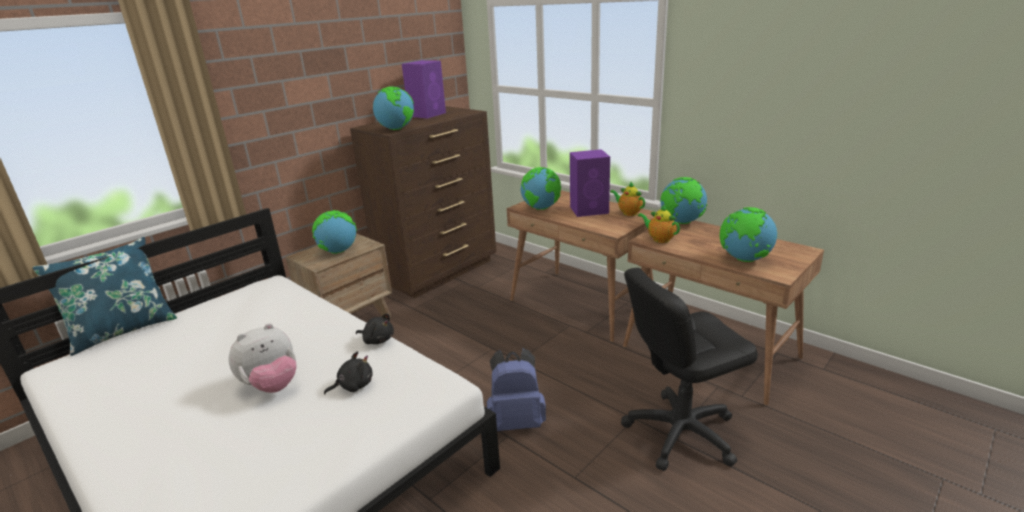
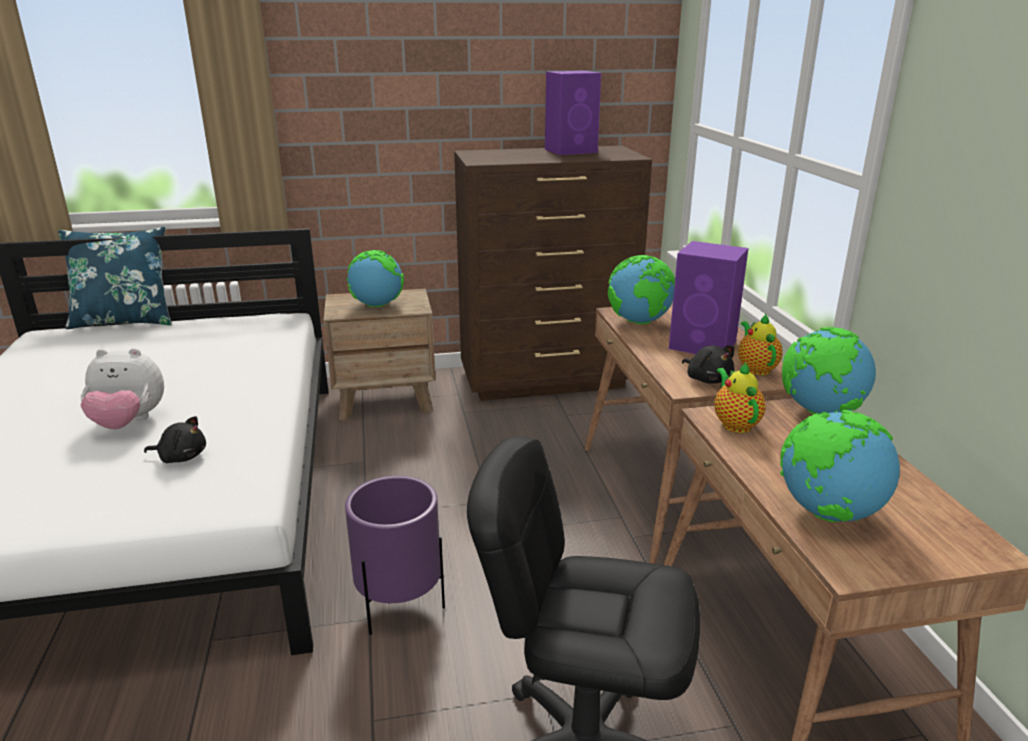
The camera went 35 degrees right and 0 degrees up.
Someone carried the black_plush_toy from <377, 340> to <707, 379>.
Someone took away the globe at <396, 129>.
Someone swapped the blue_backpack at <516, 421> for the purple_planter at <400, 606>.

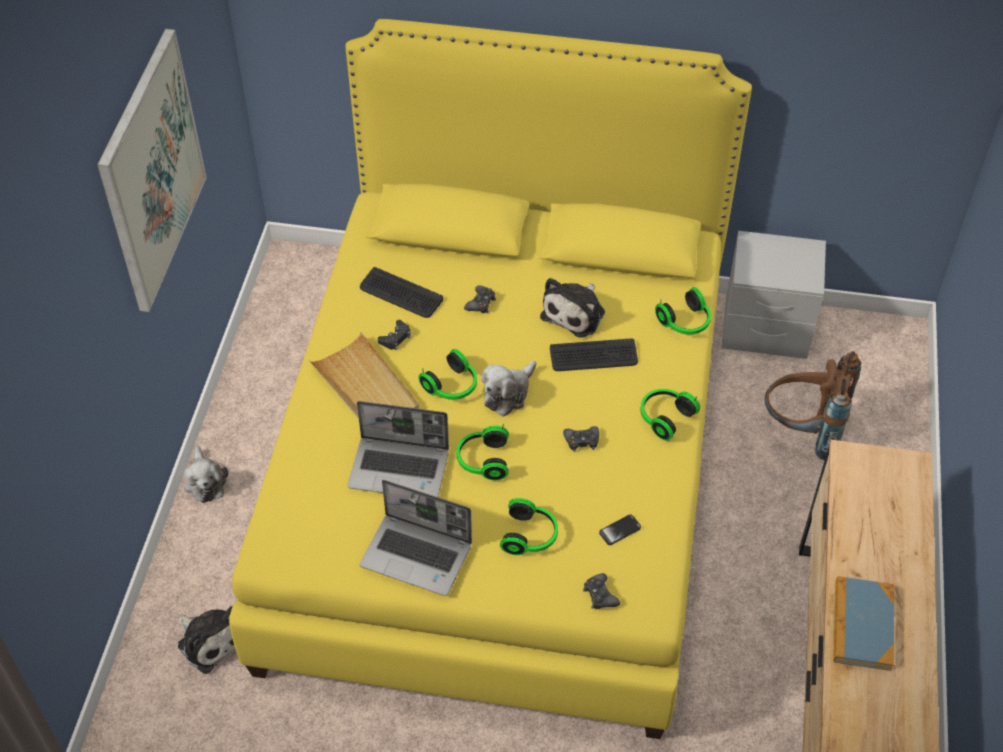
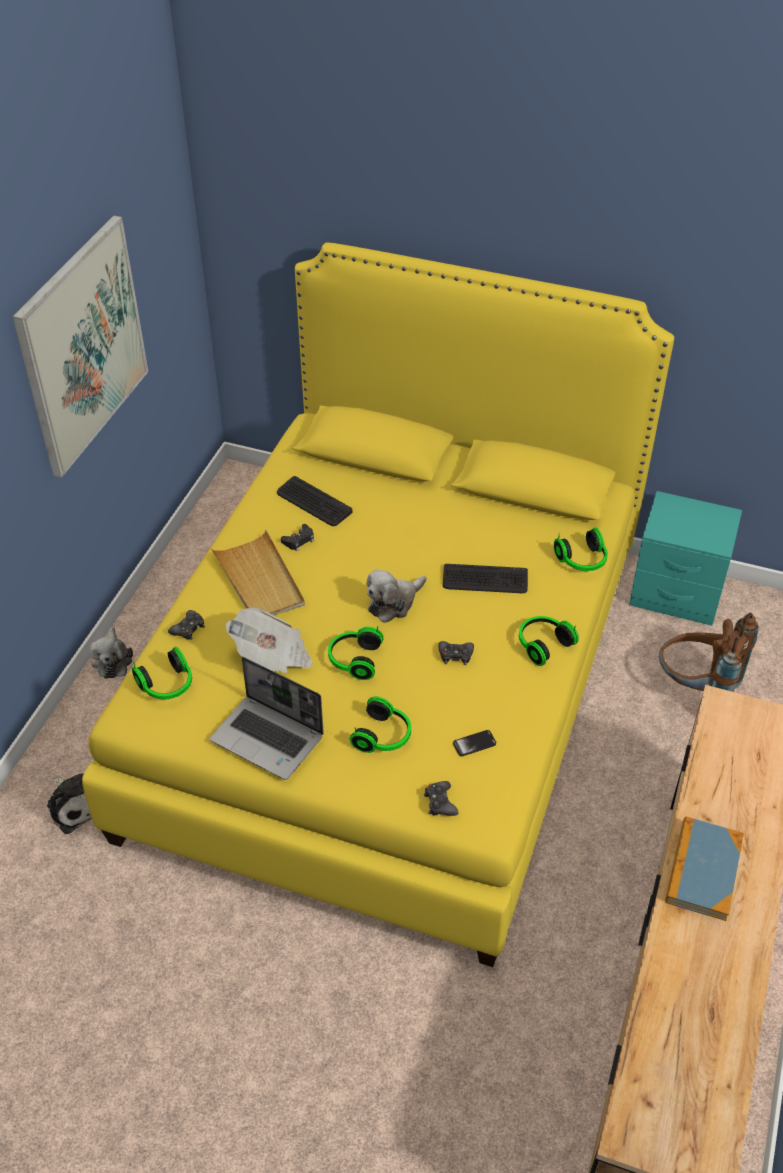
The camera went 10 degrees right and 5 degrees down.
Someone swapped the laptop at <400, 469> for the newspaper at <272, 656>.
Someone carried the headphones from <452, 386> to <168, 686>.
Someone carried the black_game_controller from <481, 303> to <188, 628>.
Someone took away the plush_toy at <575, 313>.
Someone repainted the grey_nightstand at <765, 329>, which became the turquoise_nightstand at <676, 593>.

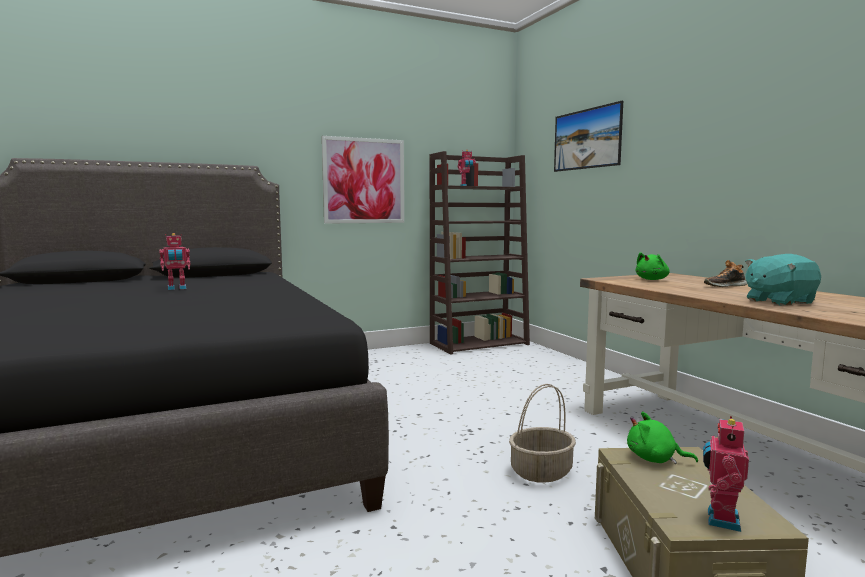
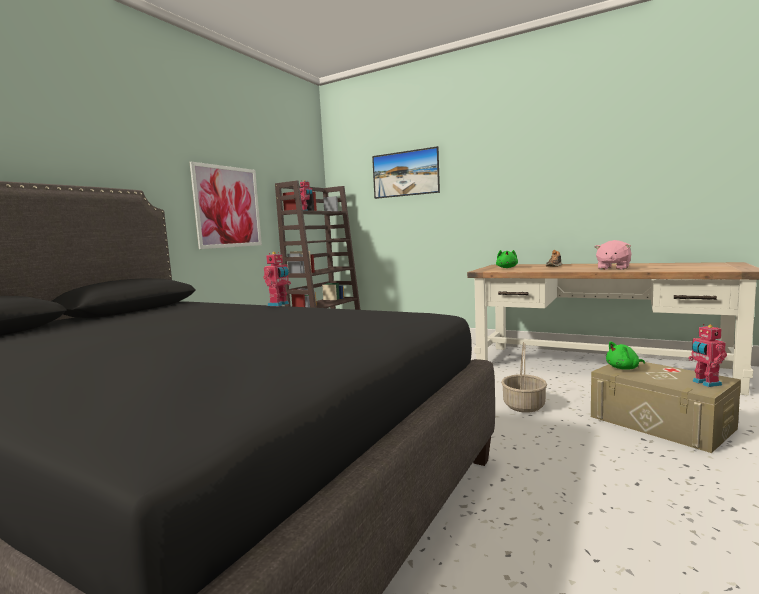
The camera went 35 degrees left and 0 degrees up.
Someone carried the toy_robot from <177, 288> to <279, 304>.
Someone repainted the turquoise_plush_toy at <778, 301>, which became the pink_plush_toy at <612, 268>.

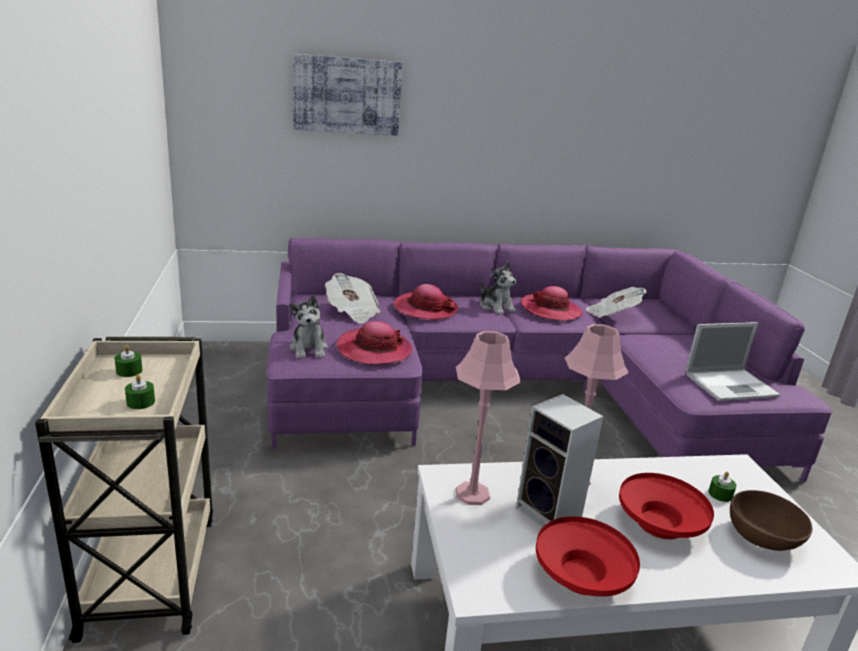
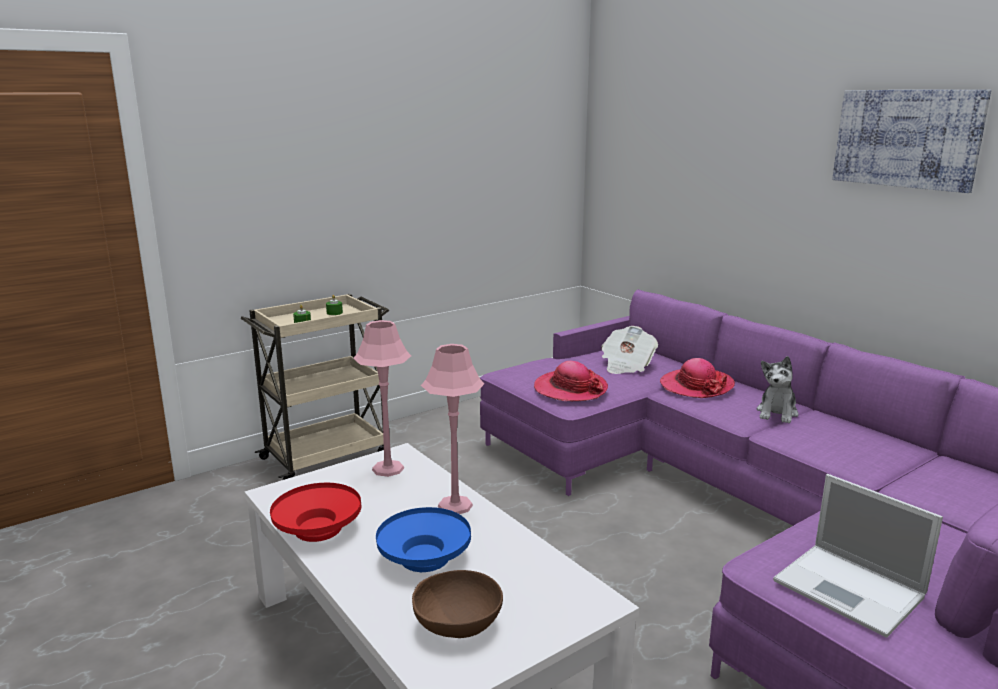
The camera went 65 degrees right and 5 degrees down.
Someone took away the plush_toy at <309, 349>.
Someone carried the picture from <347, 95> to <906, 138>.
Someone took away the speaker at <551, 514>.
Someone took away the hat at <550, 310>.
Someone took away the newspaper at <612, 315>.
Someone repainted the red_bowl at <660, 523>, which became the blue_bowl at <424, 558>.
Someone took away the green_candle at <720, 494>.

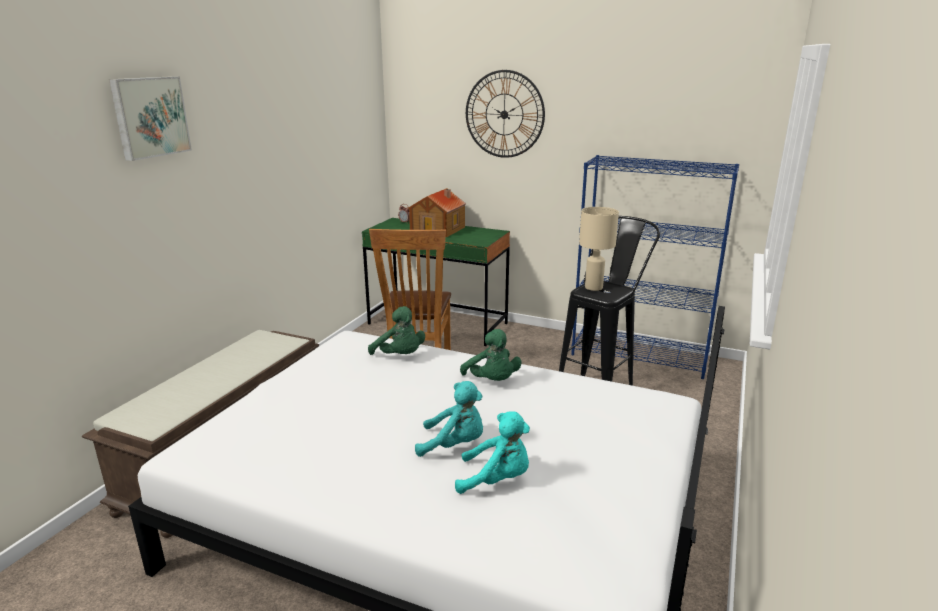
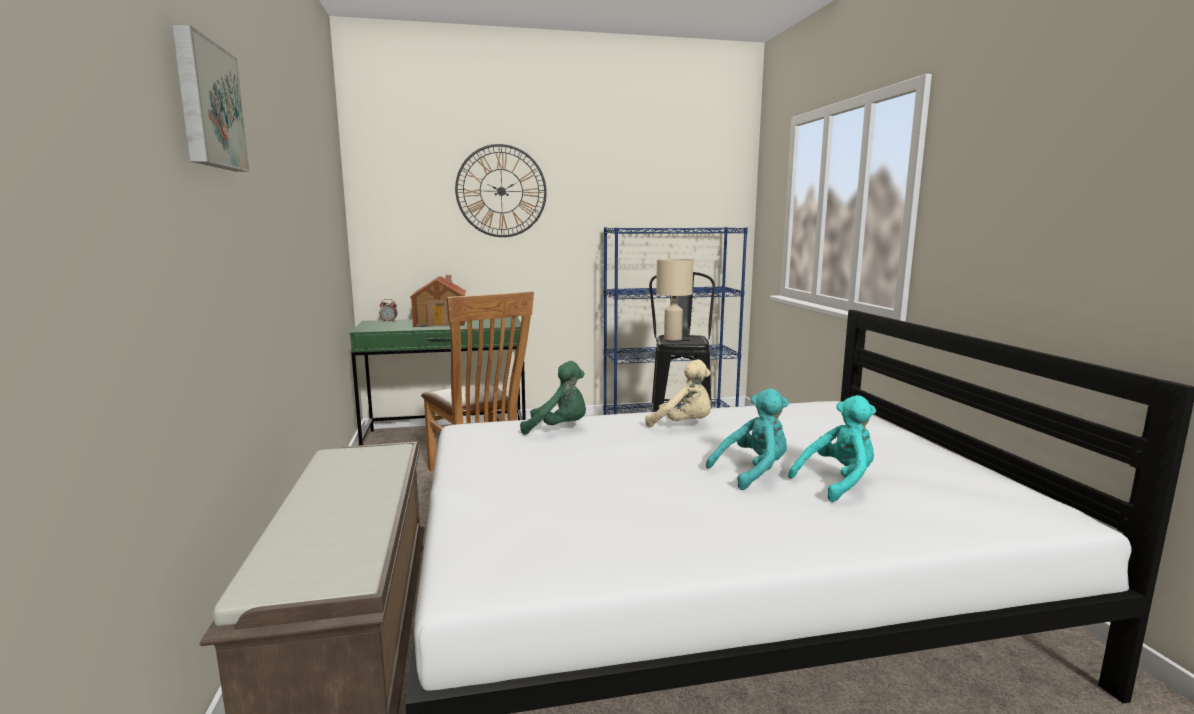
The camera went 35 degrees left and 10 degrees down.
Someone repainted the green_plush_toy at <492, 381>, which became the beige_plush_toy at <684, 425>.

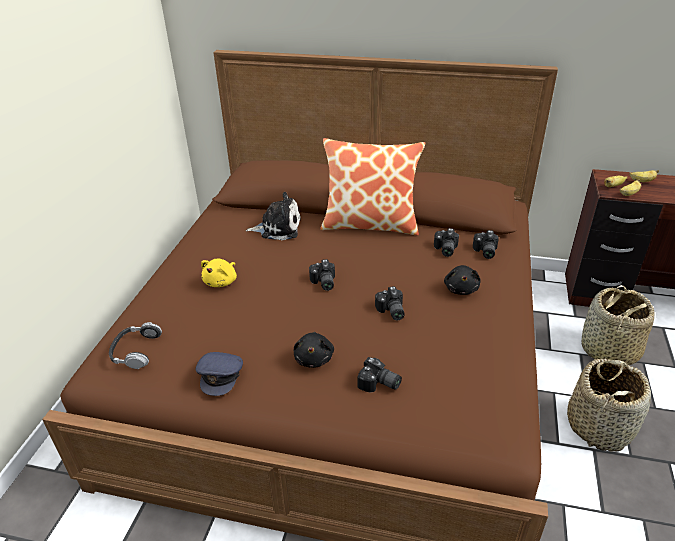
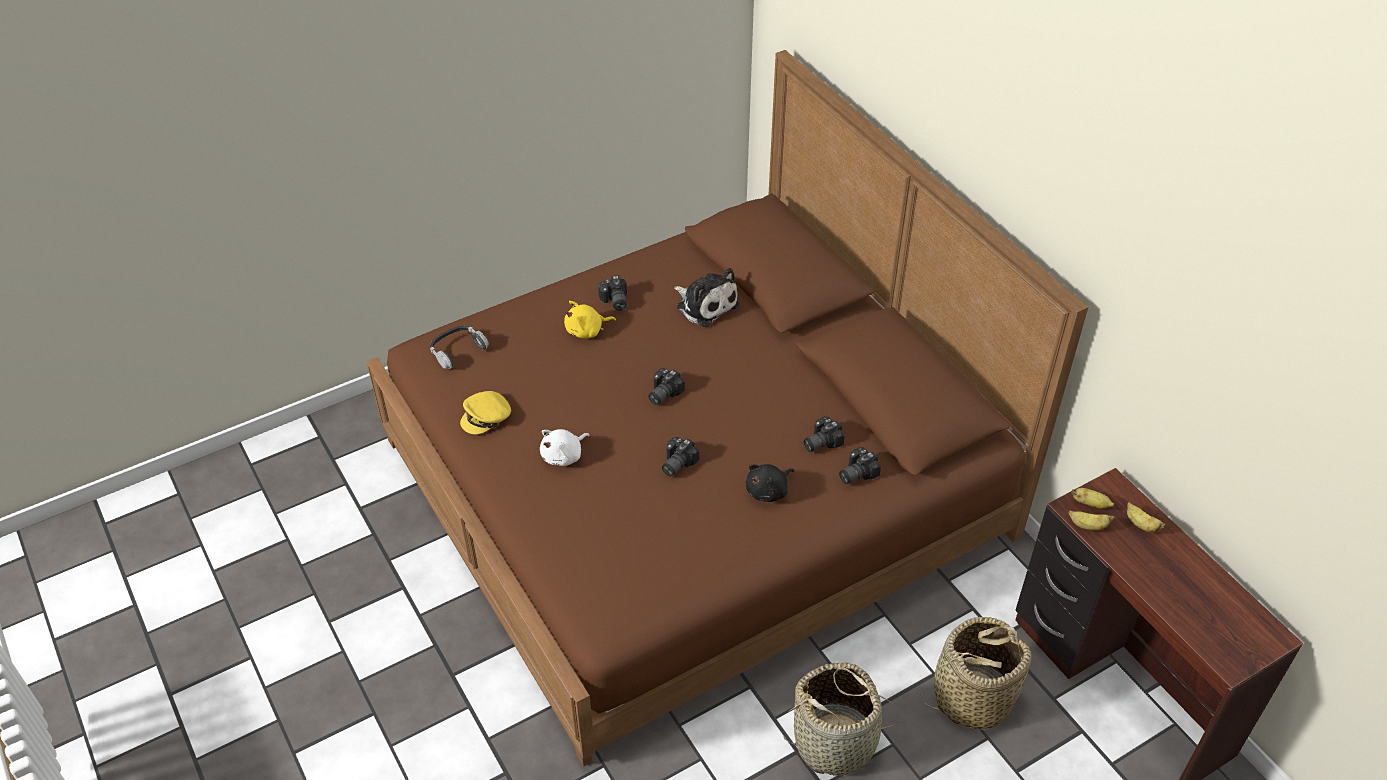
The camera went 45 degrees right and 10 degrees up.
Someone repainted the grey_cap at <221, 375>, which became the yellow_cap at <487, 417>.
Someone repainted the black_plush_toy at <314, 358>, which became the white_plush_toy at <564, 455>.
Someone took away the pillow at <370, 224>.
Someone carried the photo_camera from <379, 384> to <614, 301>.

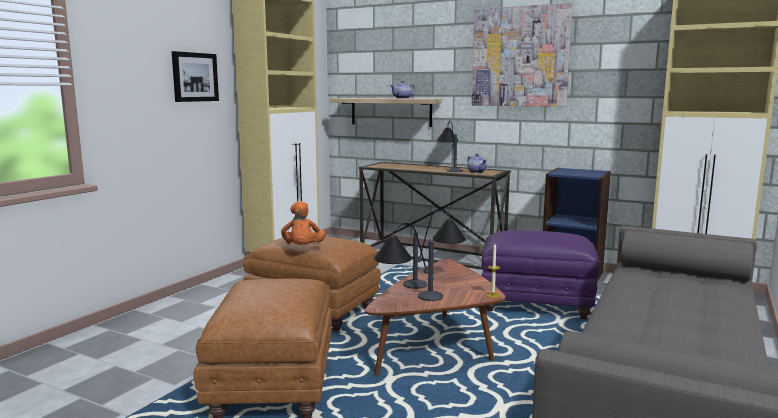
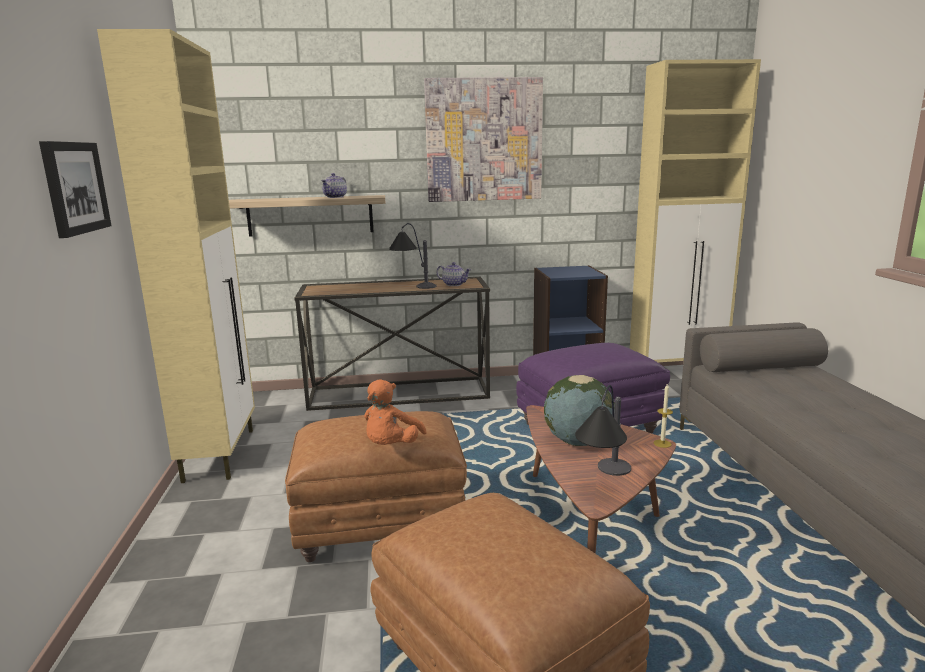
The camera went 35 degrees left and 5 degrees up.
Someone rotated the orange_plush_toy at <303, 249> by 60 degrees clockwise.
Someone swapped the table_lamp at <436, 281> for the globe at <577, 442>.

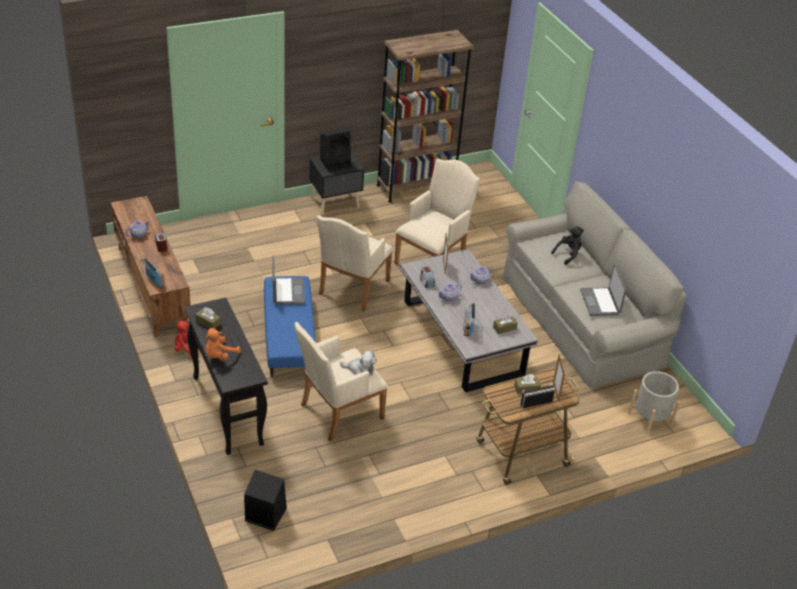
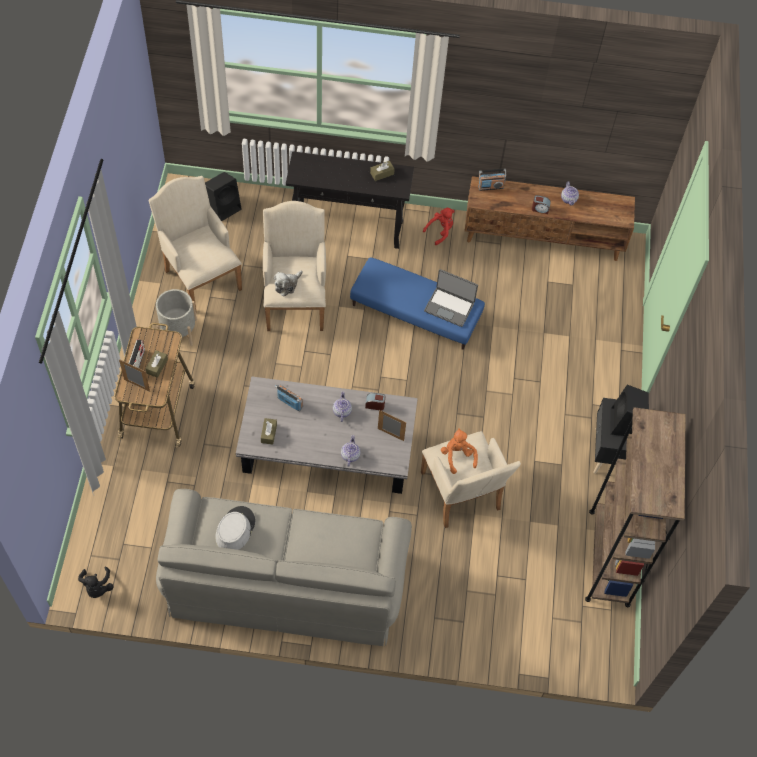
The camera went 120 degrees right and 20 degrees up.
Someone carried the orange_plush_toy from <219, 355> to <457, 456>.
Someone carried the beige_armchair from <351, 290> to <200, 276>.
Someone carried the black_plush_toy from <568, 254> to <97, 587>.
Someone swapped the laptop at <600, 302> for the grey_hat at <235, 529>.
Someone carried the grey_planter from <650, 418> to <178, 331>.

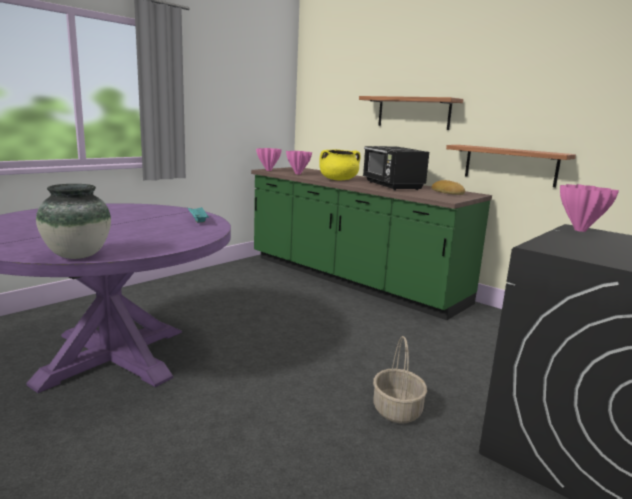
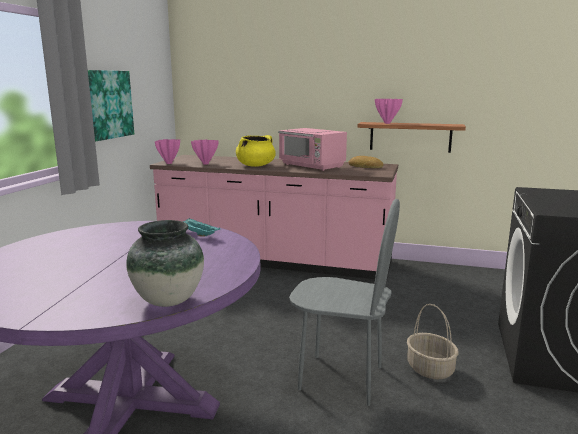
The camera went 25 degrees left and 0 degrees up.
Someone repainted the green_counter at <352, 280>, which became the pink_counter at <275, 261>.
Someone took away the shelf at <413, 112>.
Someone repainted the black_microwave at <392, 186>, which became the pink_microwave at <312, 166>.
Someone carried the pink_vase from <579, 230> to <386, 123>.
Someone put up the picture at <109, 104>.
Someone put down the grey_chair at <341, 378>.

